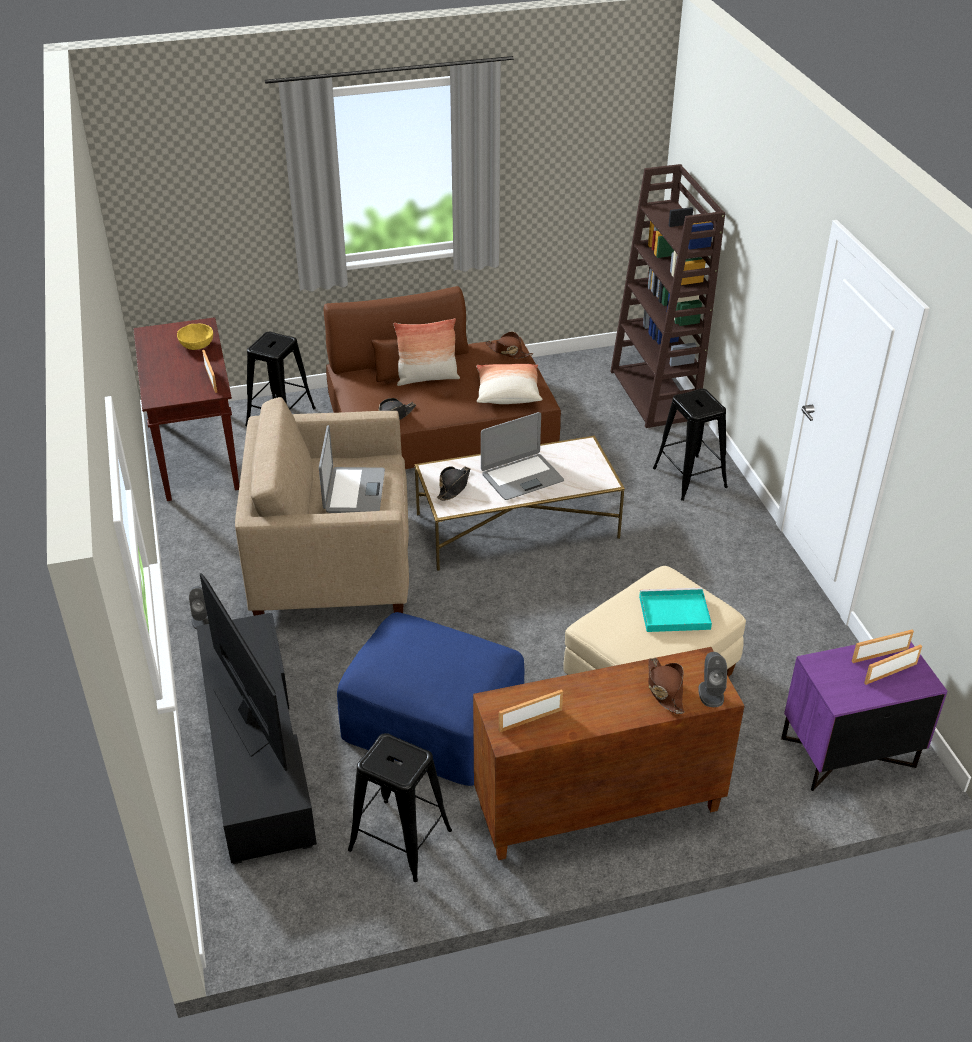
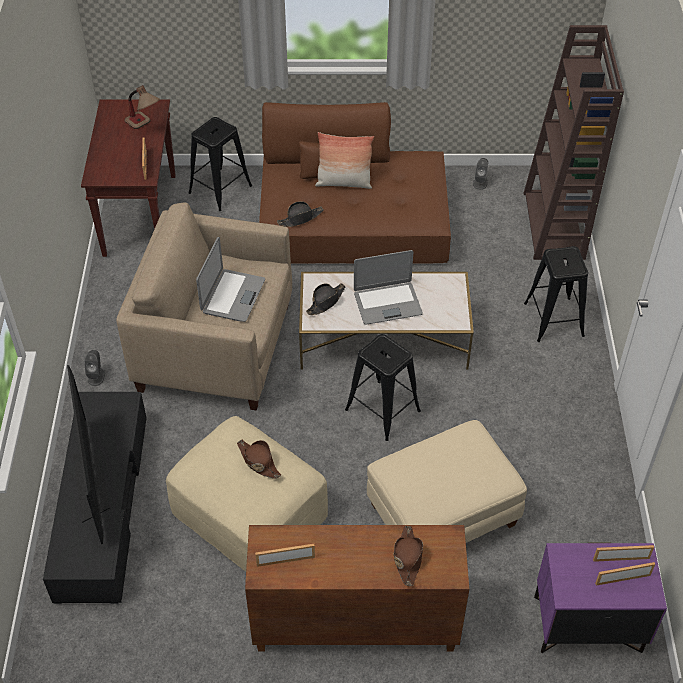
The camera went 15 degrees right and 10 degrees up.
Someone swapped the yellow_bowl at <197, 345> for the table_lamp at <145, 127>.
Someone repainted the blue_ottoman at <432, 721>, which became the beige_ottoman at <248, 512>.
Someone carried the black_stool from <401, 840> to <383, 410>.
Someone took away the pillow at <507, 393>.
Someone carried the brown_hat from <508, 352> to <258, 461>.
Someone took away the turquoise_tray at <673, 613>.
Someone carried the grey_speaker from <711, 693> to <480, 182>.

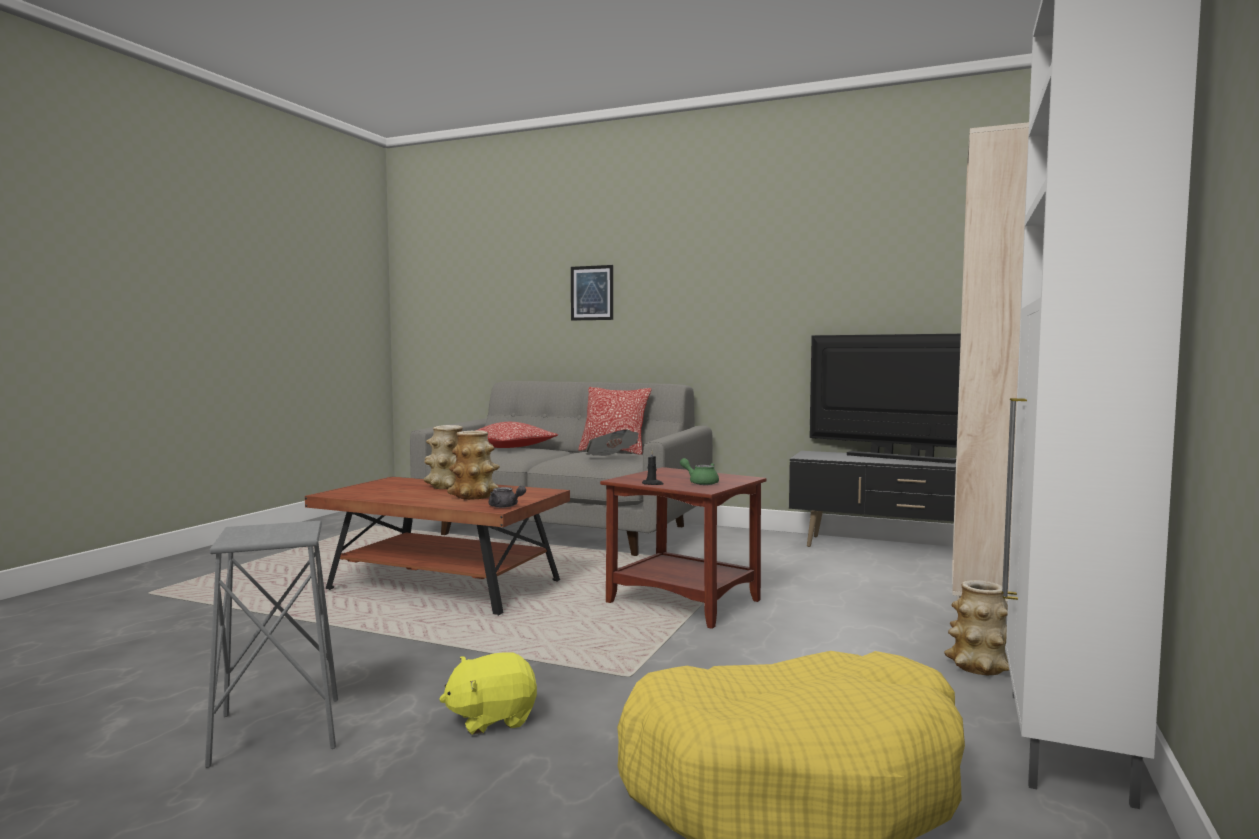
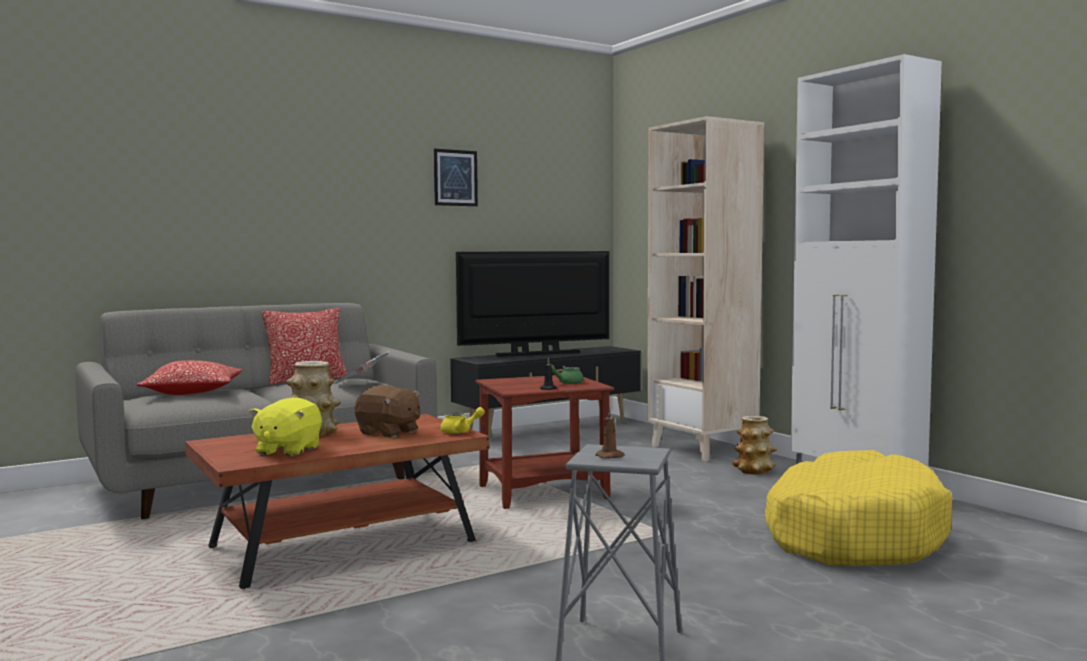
The camera went 55 degrees left and 0 degrees up.
Someone carried the yellow_plush_toy from <492, 718> to <287, 450>.
Someone swapped the vase at <474, 496> for the brown_plush_toy at <388, 433>.
Someone repainted the grey_teapot at <506, 506>, which became the yellow_teapot at <460, 432>.
Someone carried the picture from <592, 293> to <455, 178>.
Someone put down the brown_candle at <610, 456>.

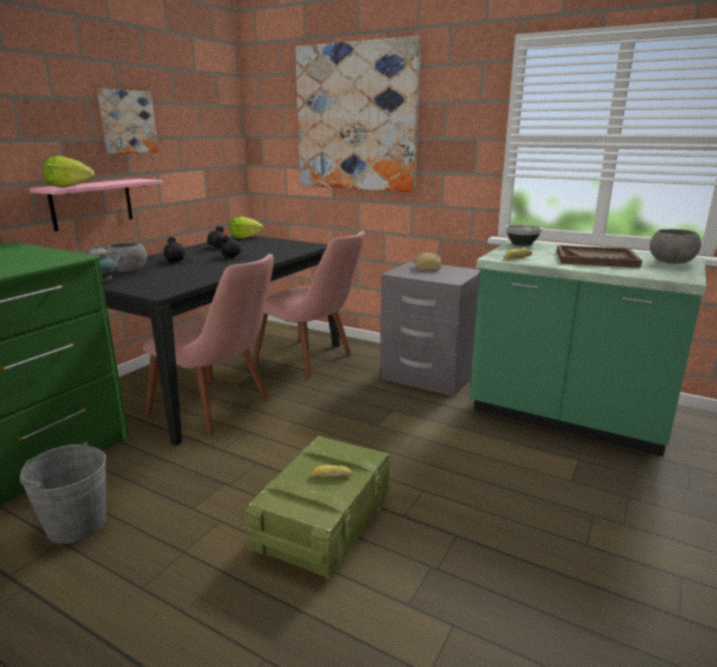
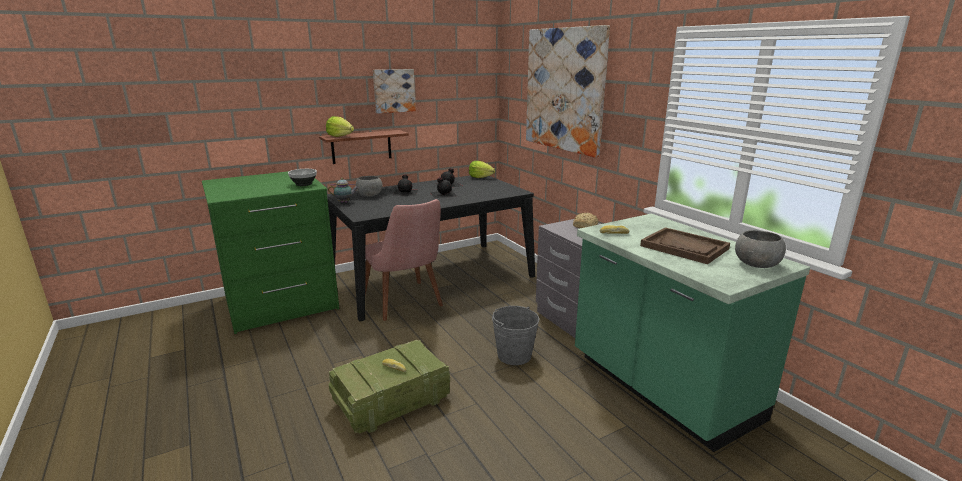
The camera went 30 degrees right and 0 degrees up.
Someone carried the grey_bucket from <76, 524> to <514, 355>.
Someone repainted the pink_shelf at <92, 204>, which became the brown_shelf at <361, 146>.
Someone took away the pink_chair at <313, 361>.
Someone carried the bowl from <521, 244> to <303, 184>.

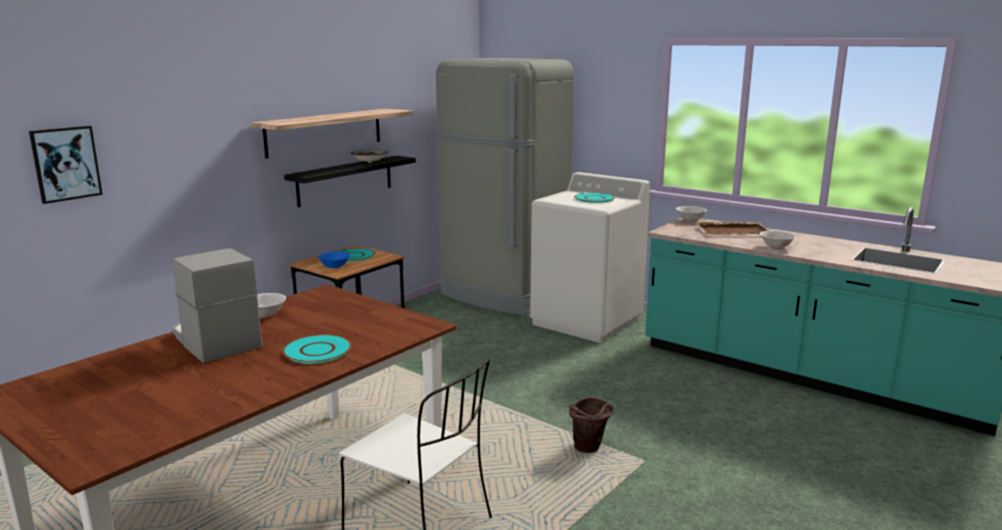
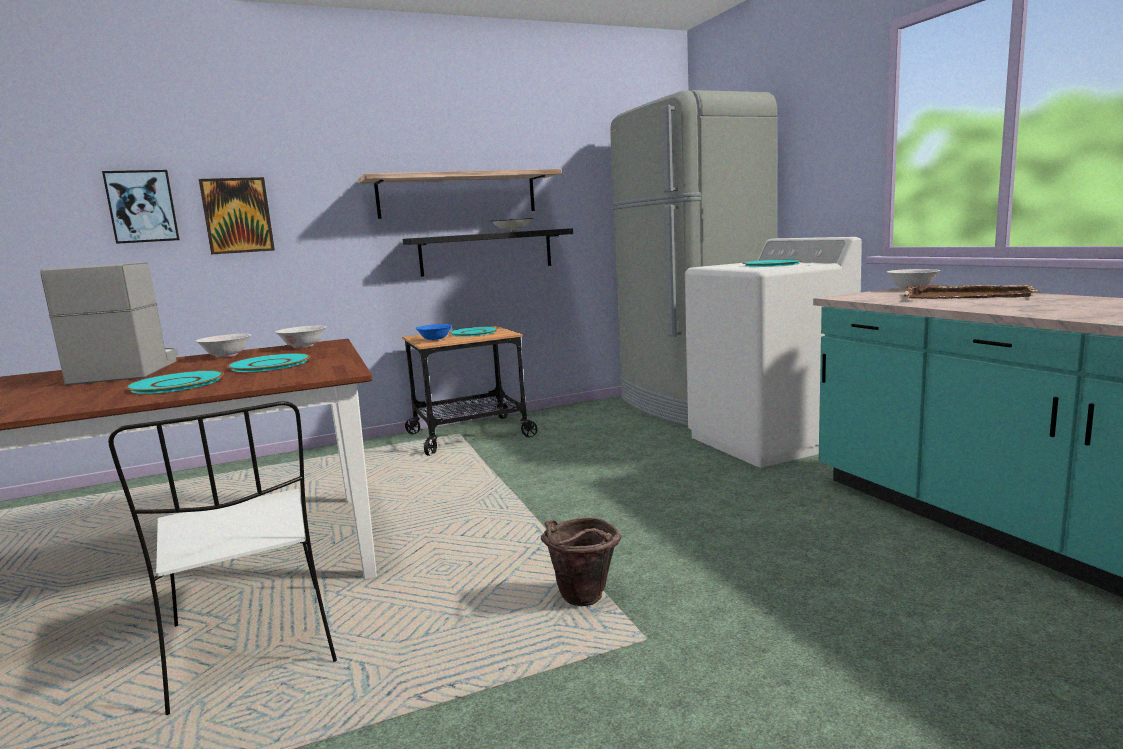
The camera went 30 degrees right and 5 degrees down.
Someone carried the white_bowl from <776, 247> to <303, 346>.
Someone put up the picture at <237, 215>.
Someone put down the turquoise_plate at <269, 364>.

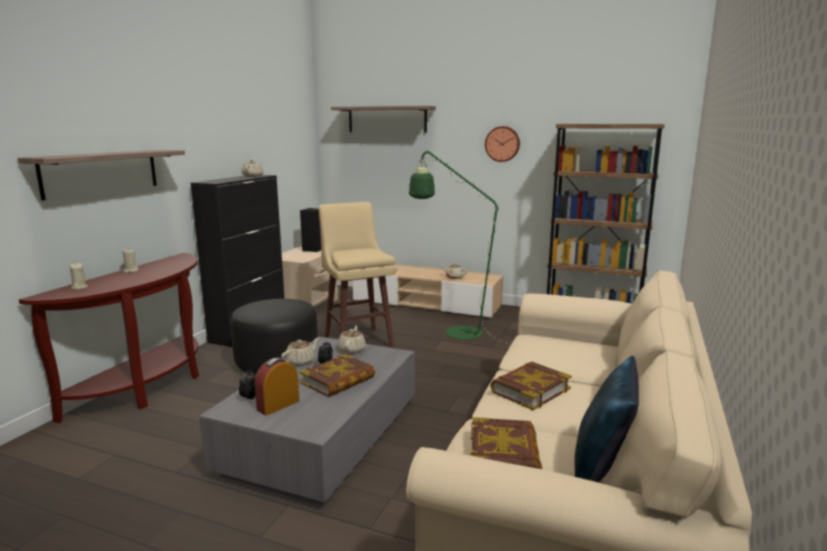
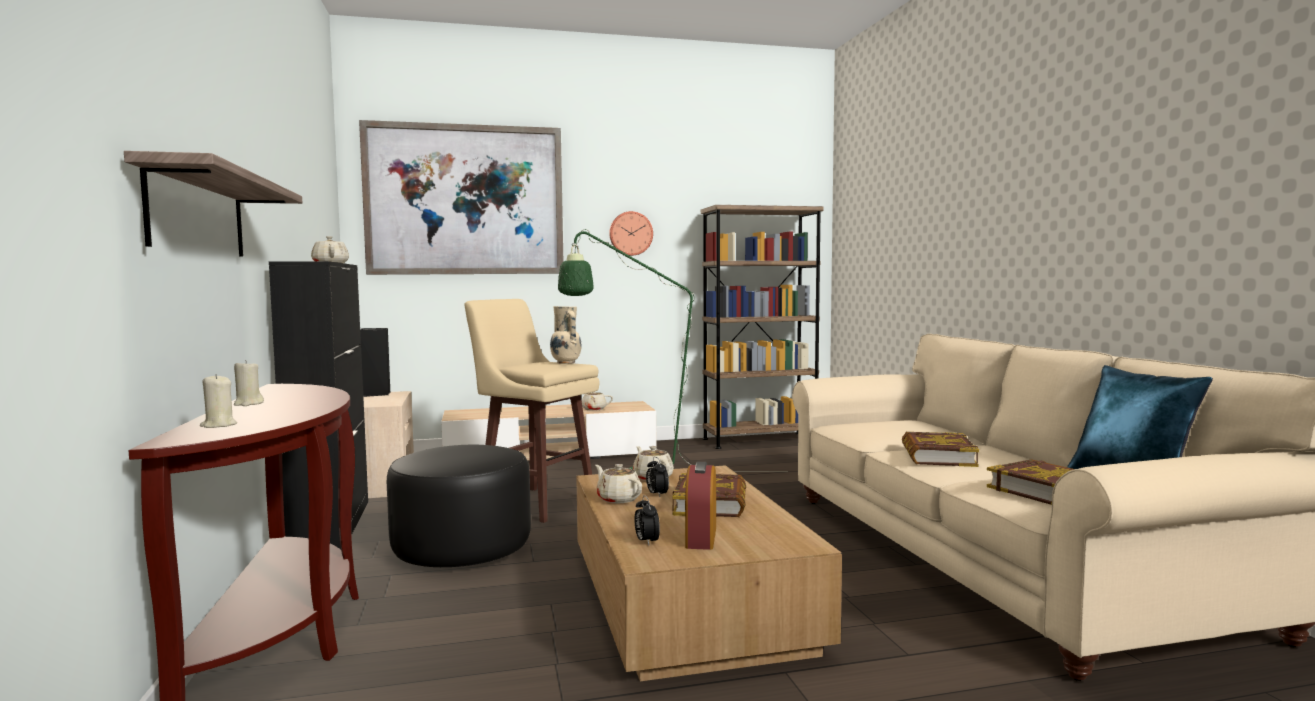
The camera went 35 degrees left and 10 degrees down.
Someone repainted the grey_coffee_table at <322, 437>, which became the brown_coffee_table at <687, 600>.
Someone rotated the beige_teapot at <301, 361> by 45 degrees counterclockwise.
Someone swapped the shelf at <387, 119> for the picture at <465, 200>.
Someone put down the beige_vase at <566, 363>.

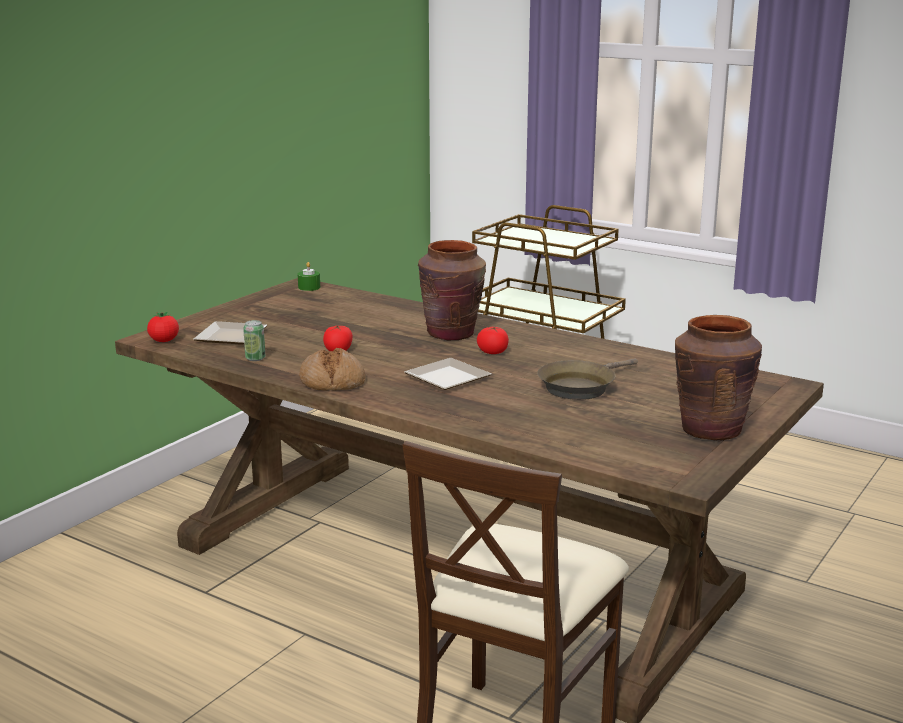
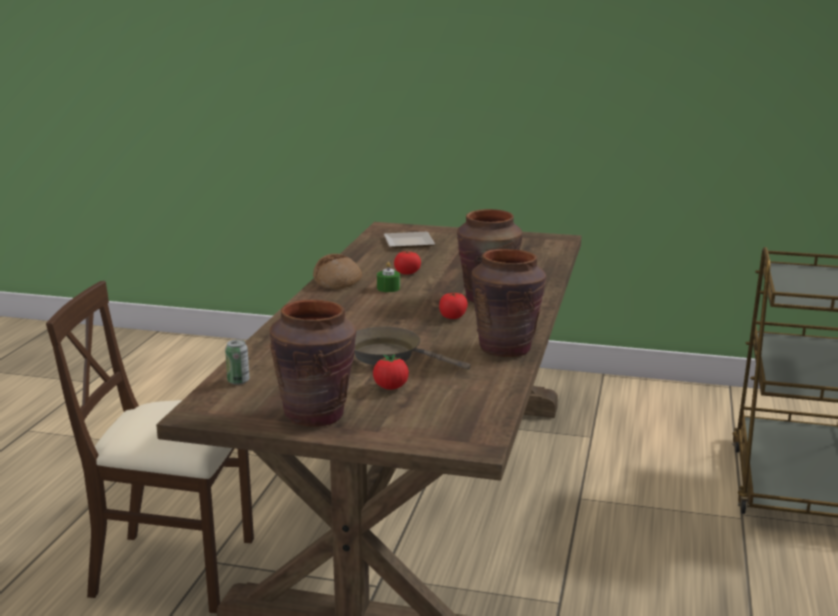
The camera went 70 degrees right and 0 degrees up.
Someone carried the tomato from <164, 341> to <390, 387>.
Someone carried the can from <255, 358> to <238, 381>.
Someone carried the green_candle from <309, 287> to <388, 288>.
Someone took away the plate at <448, 377>.
Someone put down the brown_vase at <505, 349>.

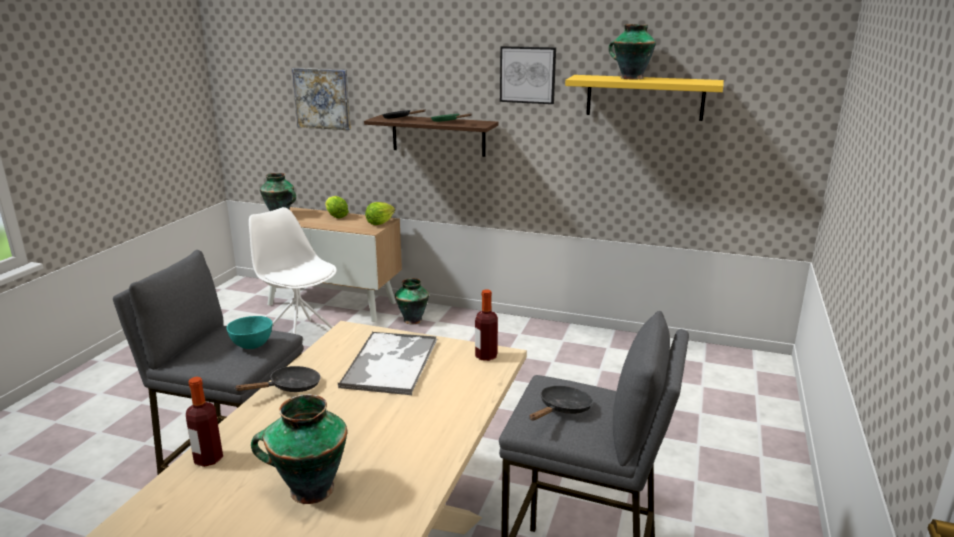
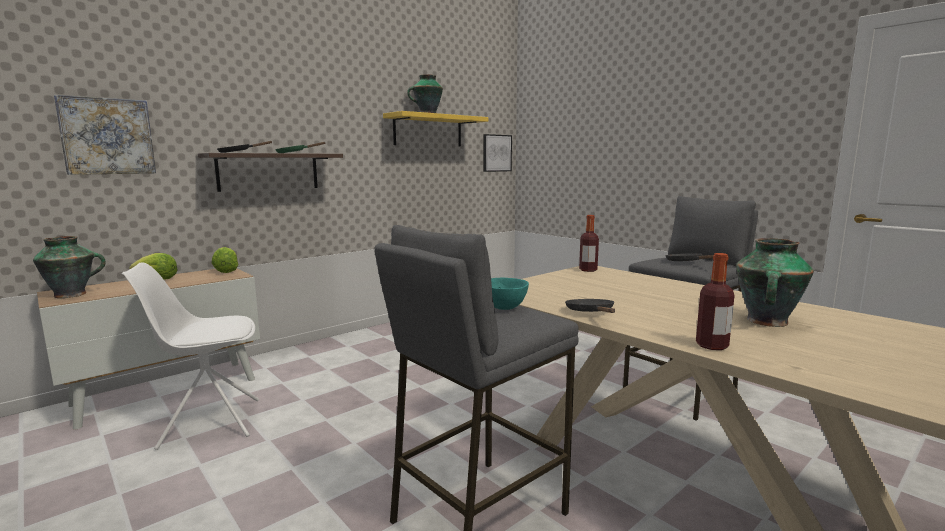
The camera went 60 degrees left and 10 degrees down.
Someone took away the tray at <390, 363>.
Someone took away the vase at <413, 320>.
Someone carried the picture from <528, 75> to <496, 153>.

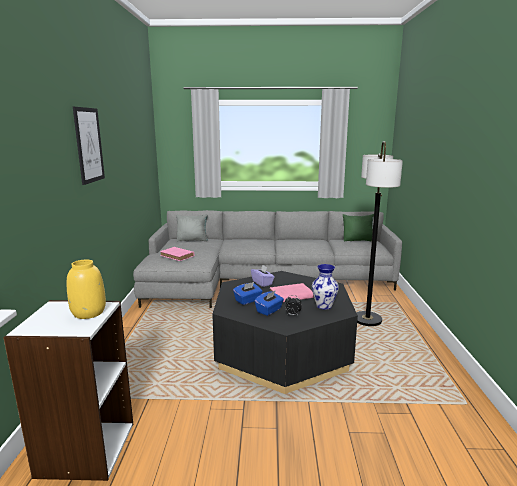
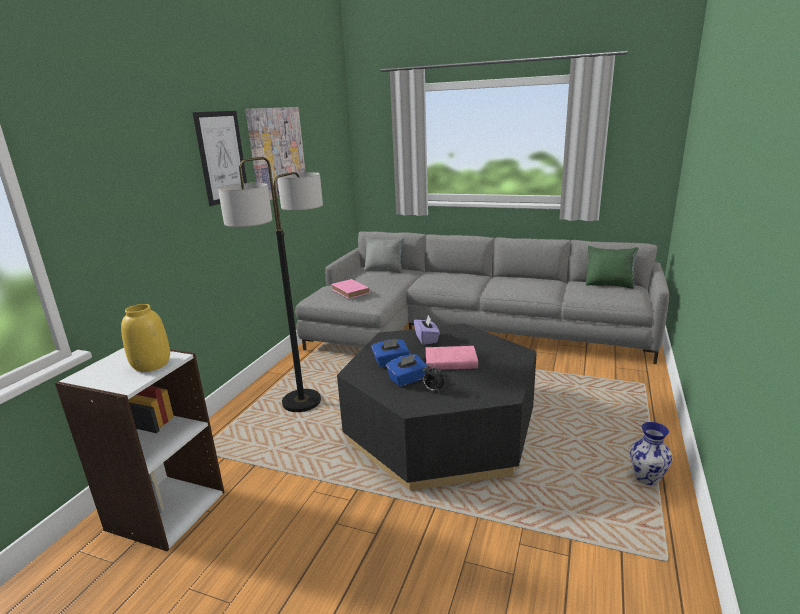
The camera went 20 degrees right and 5 degrees up.
Someone carried the vase from <324, 306> to <647, 478>.
Someone carried the floor_lamp from <367, 320> to <302, 402>.
Someone put up the picture at <277, 152>.

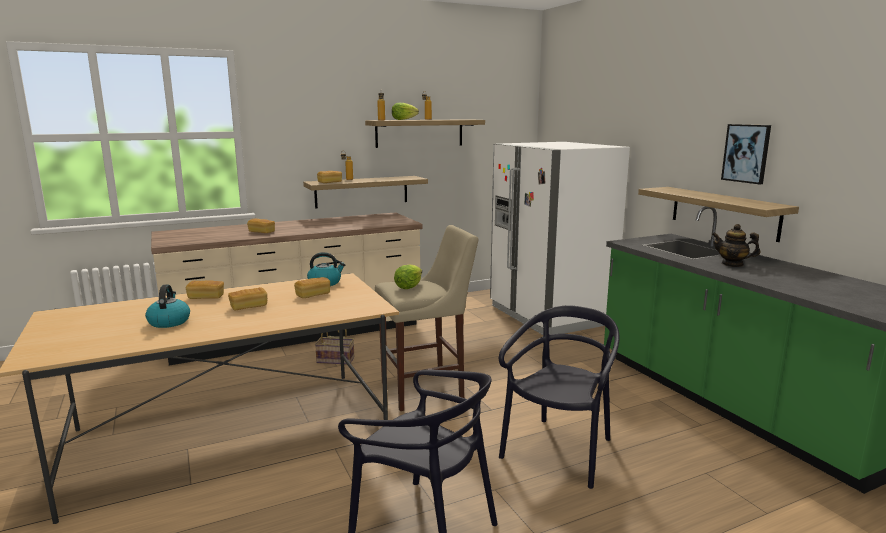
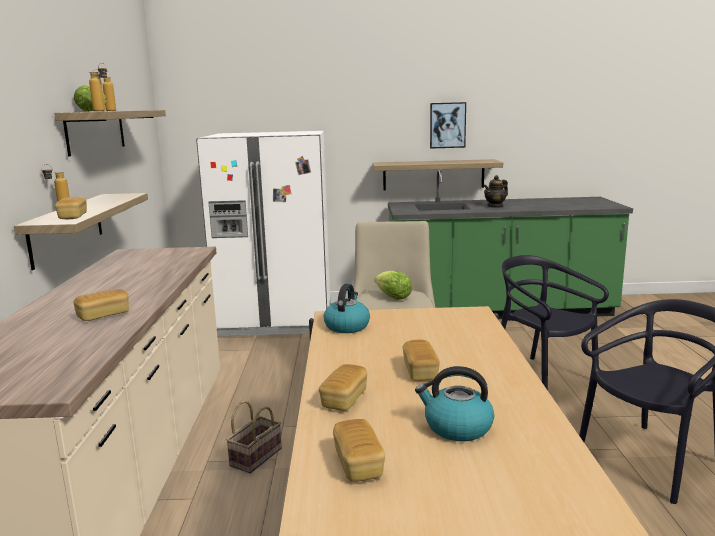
The camera went 65 degrees left and 0 degrees up.
Someone carried the bread from <313, 295> to <358, 464>.

